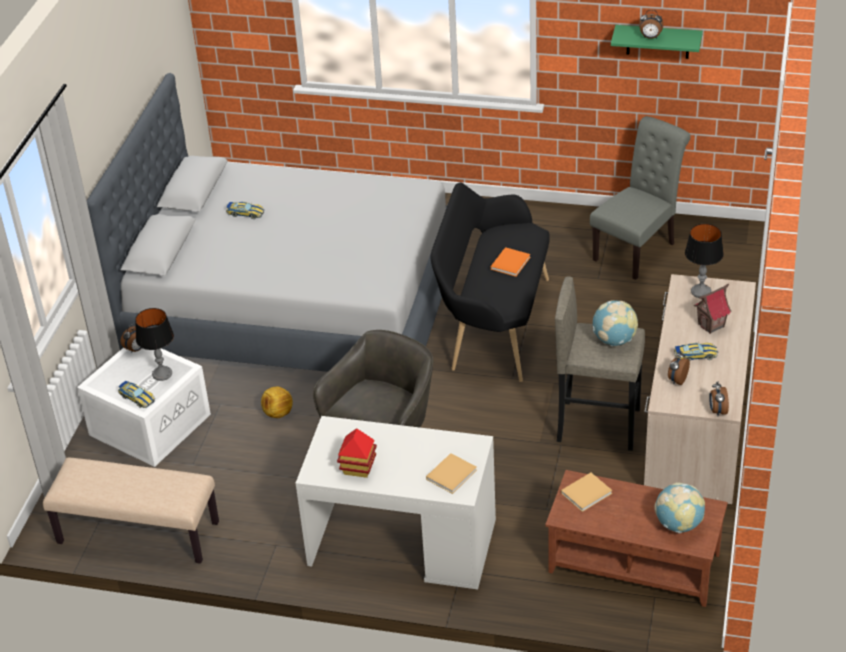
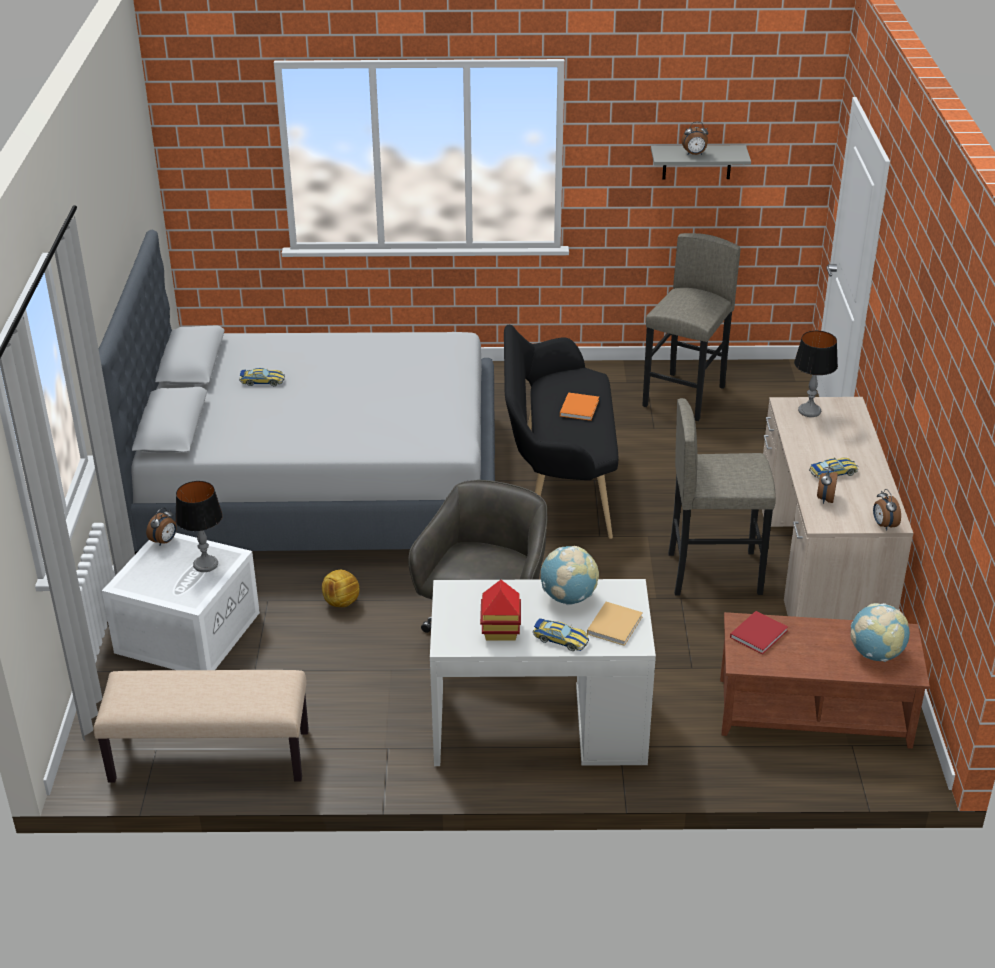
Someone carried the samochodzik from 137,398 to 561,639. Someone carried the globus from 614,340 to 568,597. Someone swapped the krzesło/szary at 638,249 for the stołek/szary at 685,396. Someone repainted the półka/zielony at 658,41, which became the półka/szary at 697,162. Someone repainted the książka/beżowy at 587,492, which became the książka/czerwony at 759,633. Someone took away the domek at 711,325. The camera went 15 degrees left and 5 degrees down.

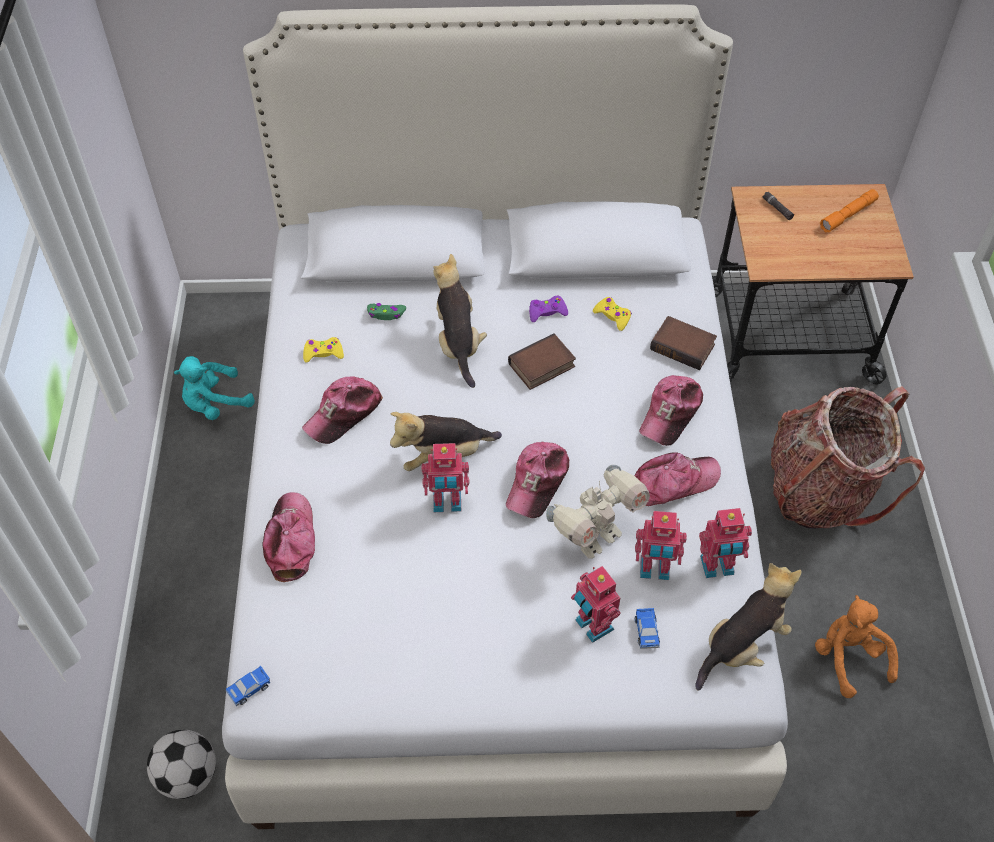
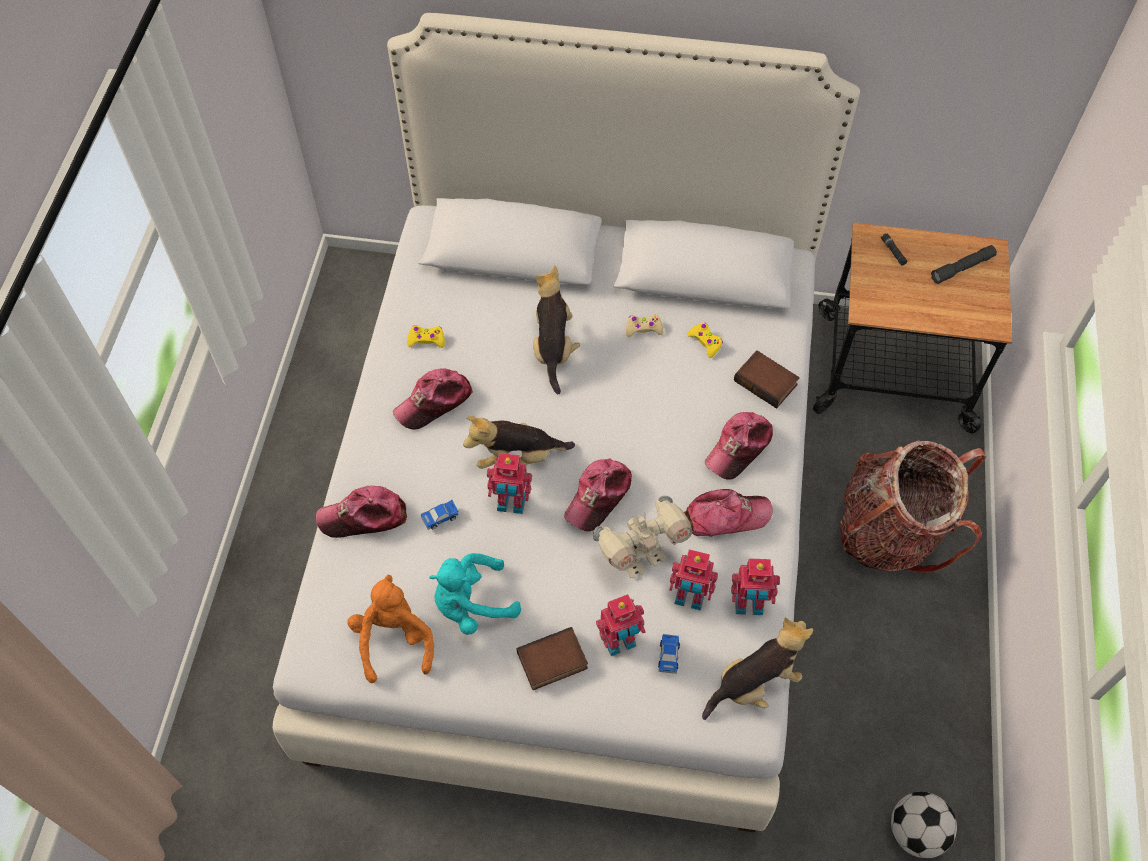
Someone rotated the czapka z daszkiem at 291,540 by 105 degrees counterclockwise. Someone carried the pluszak/pomarańczowy from 849,657 to 394,639. Someone carried the samochodzik from 249,688 to 440,517. Someone carried the pluszak/turkusowy from 215,404 to 472,604. Someone carried the książka from 542,367 to 552,663. Someone rotated the robot zabawkowy at 592,626 by 90 degrees counterclockwise. Someone repainted the pad do gier/fioletowy at 547,312, which became the pad do gier/beżowy at 643,328. Someone carried the piłka futbolowa from 188,776 to 916,832. Someone repainted the latarka/pomarańczowy at 848,215, which became the latarka/szary at 962,268. Someone took away the pad do gier/zielony at 386,314. The camera went 10 degrees right and 5 degrees up.

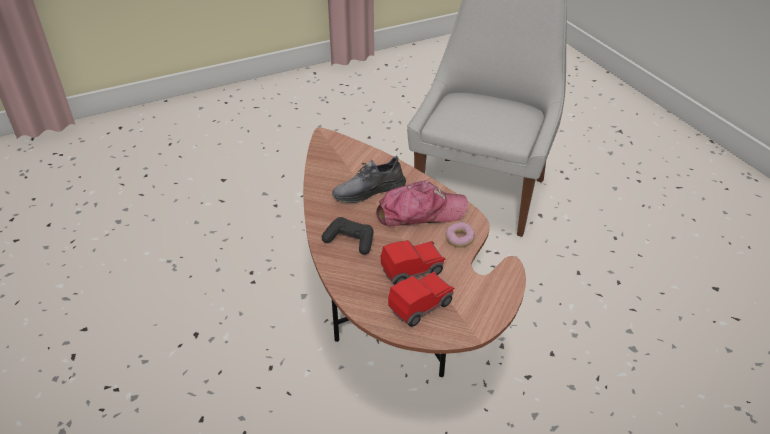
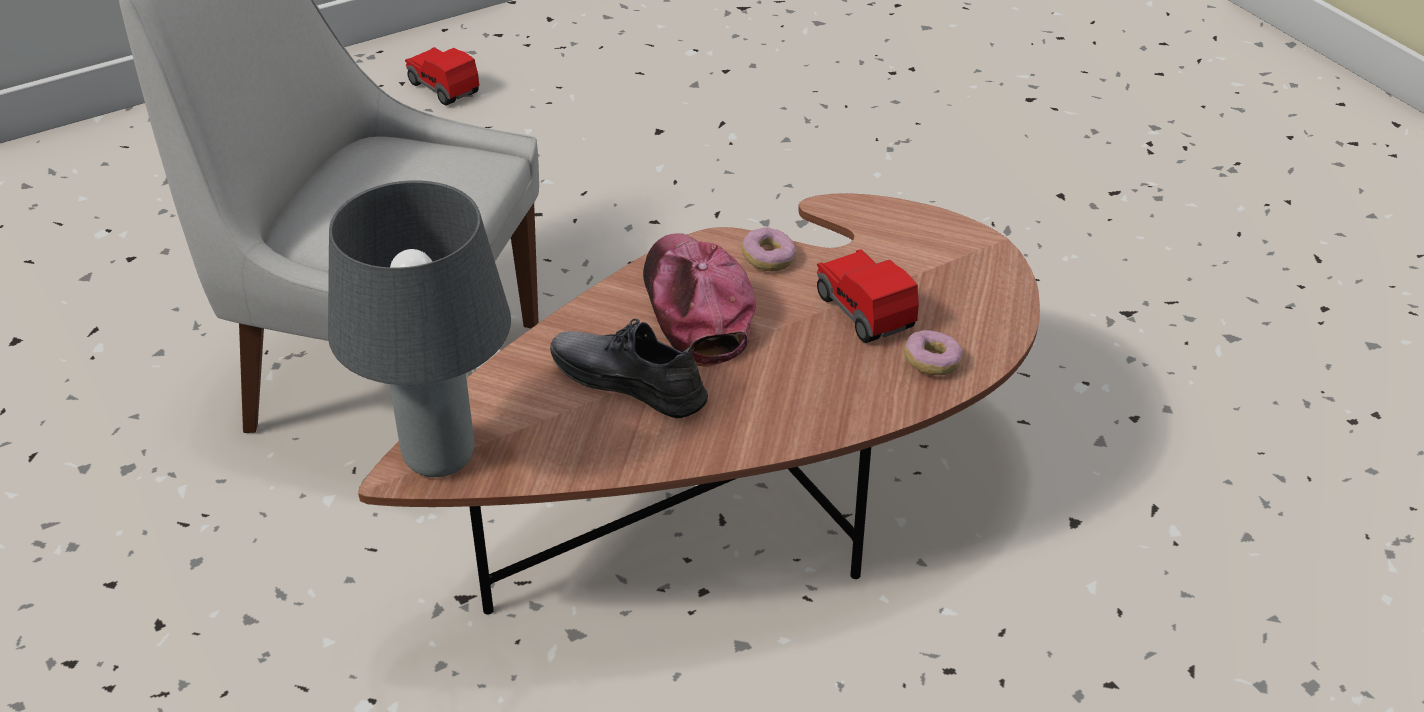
Someone put down the lampa stołowa/szary at 441,457. Someone carried the samochodzik from 420,306 to 443,88. Someone rotated the but/szary at 368,191 by 150 degrees clockwise. Someone put down the donut at 932,363. Someone took away the pad do gier/czarny at 350,241. The camera went 95 degrees left and 0 degrees up.

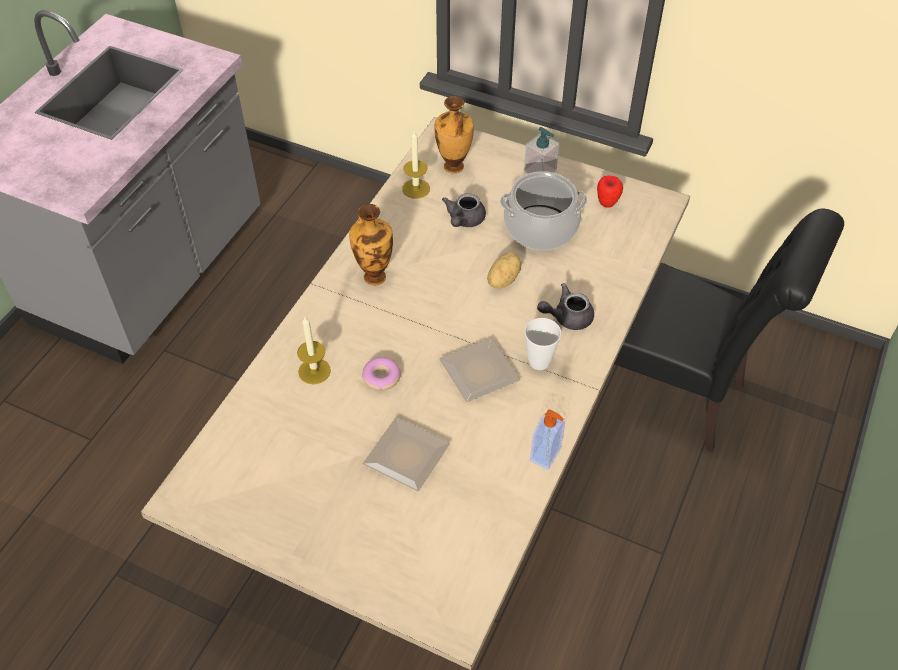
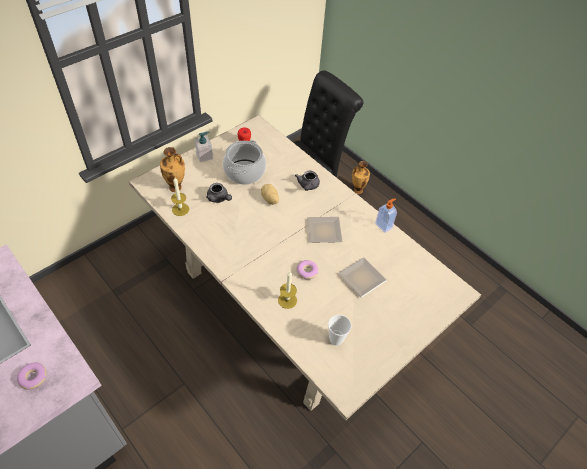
Someone put down the donut at 33,377. Someone carried the filiżanka from 539,361 to 336,339. Someone carried the wazon from 374,275 to 357,190. The camera went 70 degrees left and 0 degrees up.

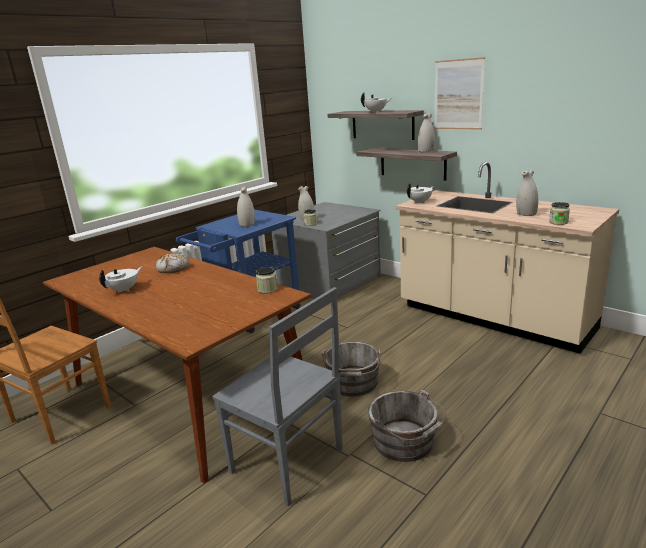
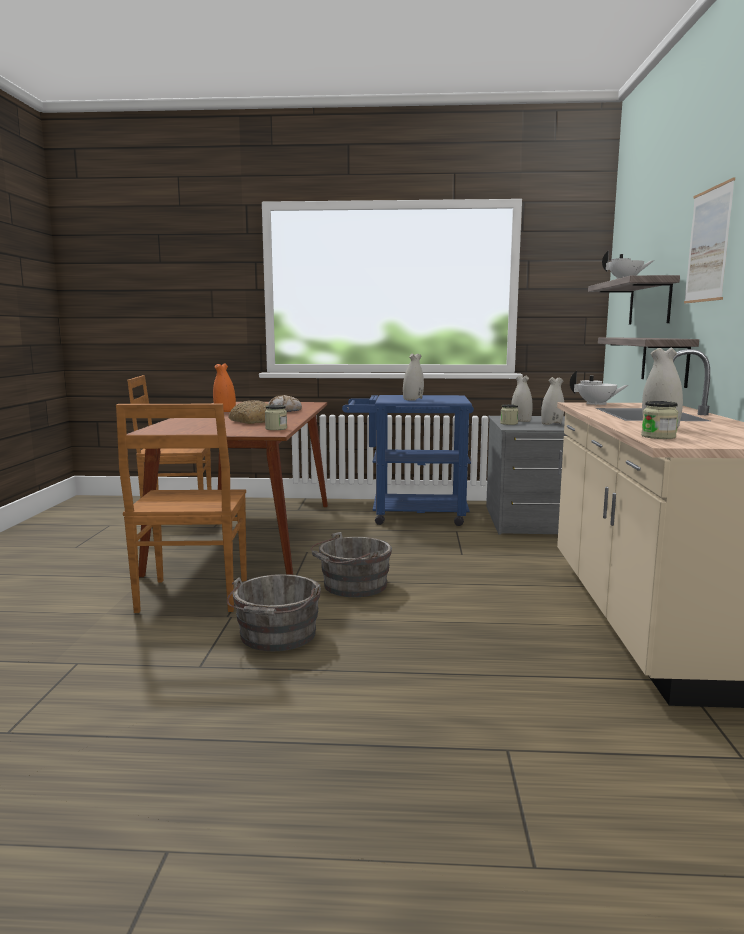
Someone repainted the krzesło/szary at 289,463, which became the krzesło/brązowy at 192,597. Someone swapped the imbryk/biały at 125,290 for the wazon/pomarańczowy at 225,411. Someone put down the chleb at 252,421. Someone carried the wazon/biały from 426,151 to 552,424. The camera went 50 degrees right and 10 degrees down.

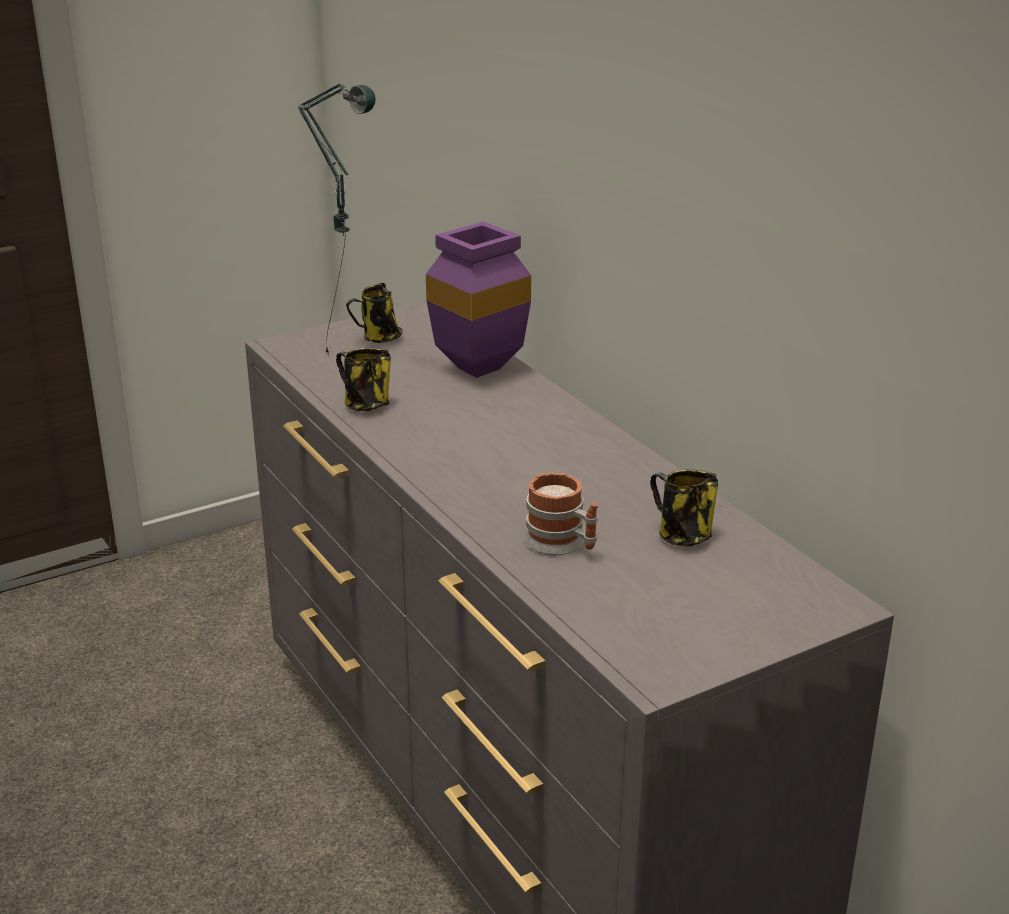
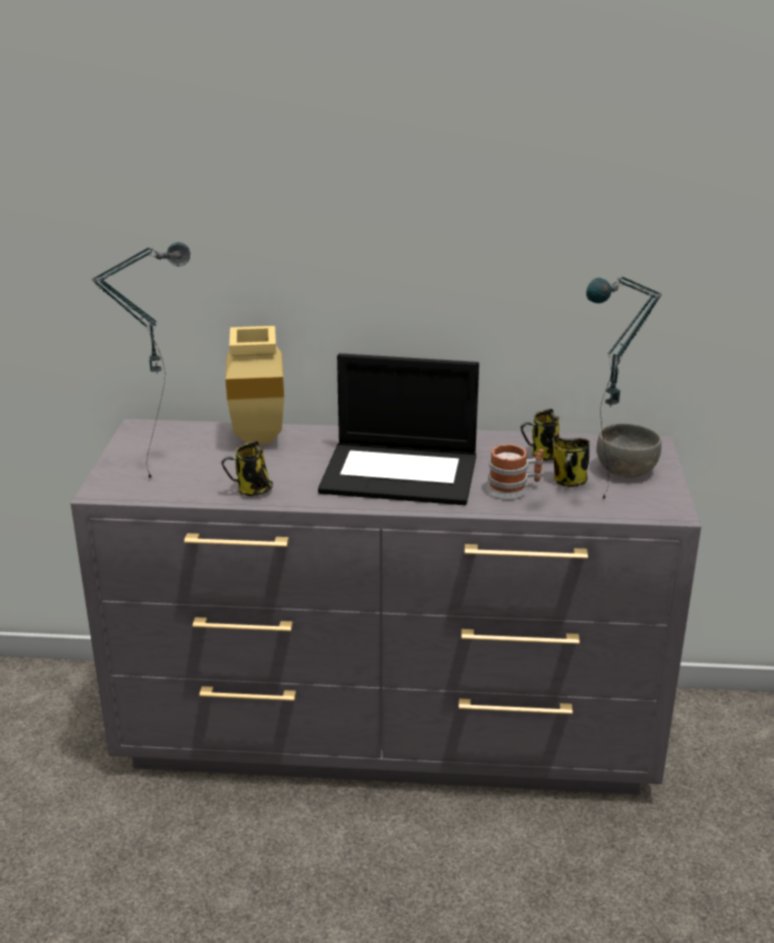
Someone repainted the wazon/fioletowy at 477,371, which became the wazon/beżowy at 261,440. Someone put down the laptop at 402,473. Someone carried the kubek from 379,338 to 569,482. Someone put down the lampa stołowa at 603,509. Someone put down the miska/szary at 625,470. The camera went 55 degrees left and 0 degrees up.

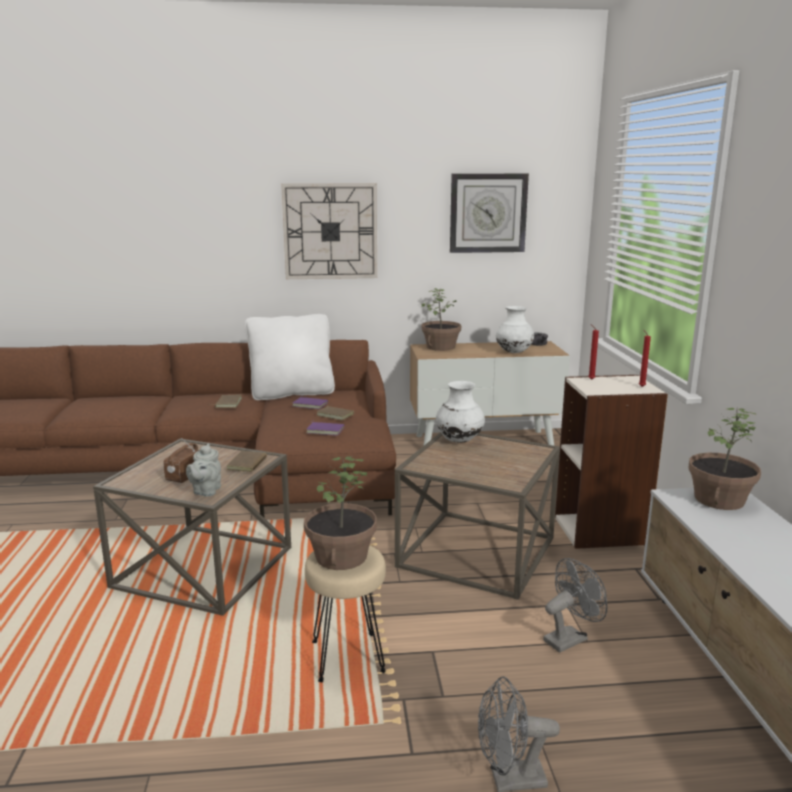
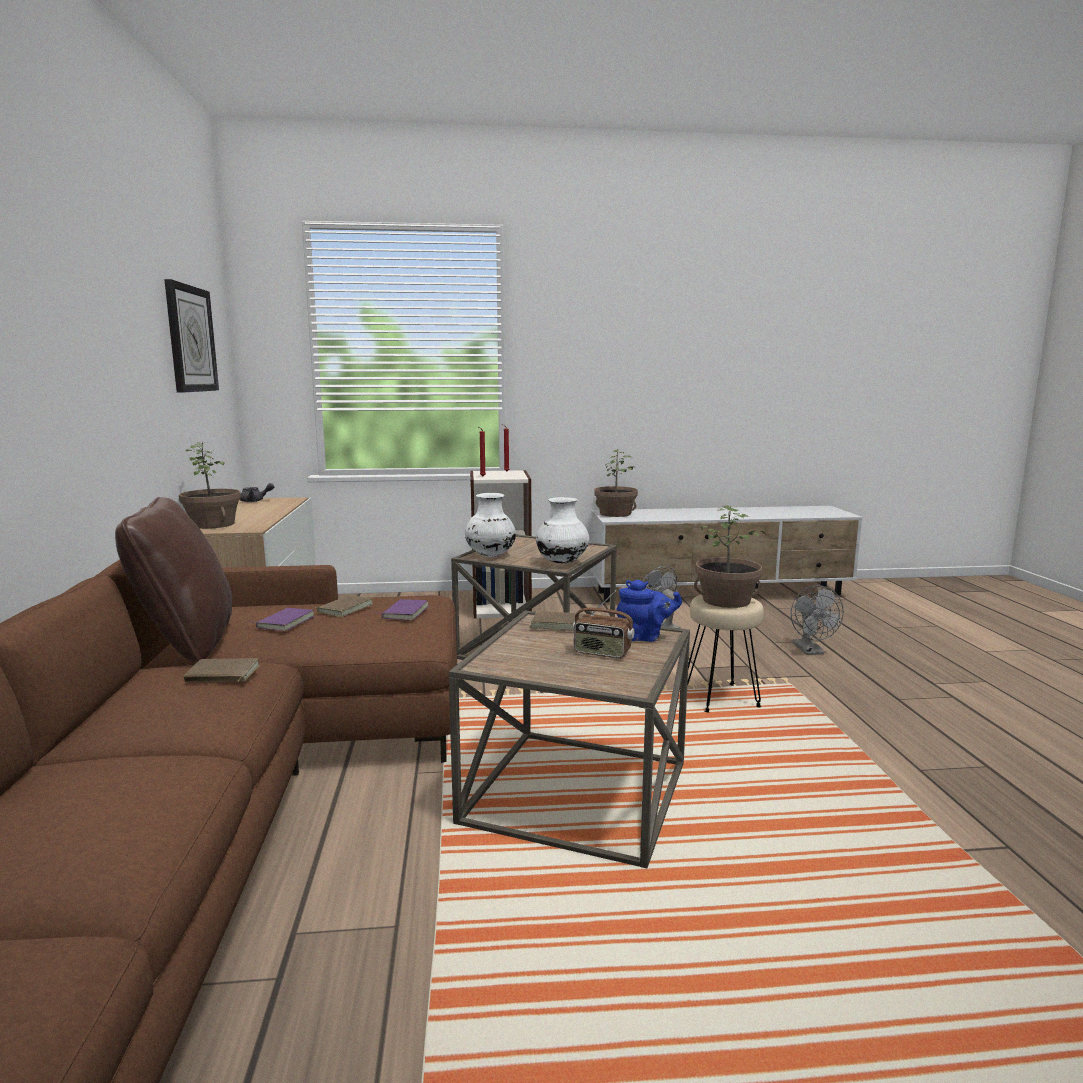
Someone repainted the poduszka/biały at 292,393, which became the poduszka/brązowy at 187,642. Someone carried the wazon/biały from 514,352 to 562,562. Someone repainted the imbryk/szary at 206,491, which became the imbryk/niebieski at 644,637. Someone took away the zegar ścienny at 330,231. The camera went 90 degrees left and 5 degrees down.

